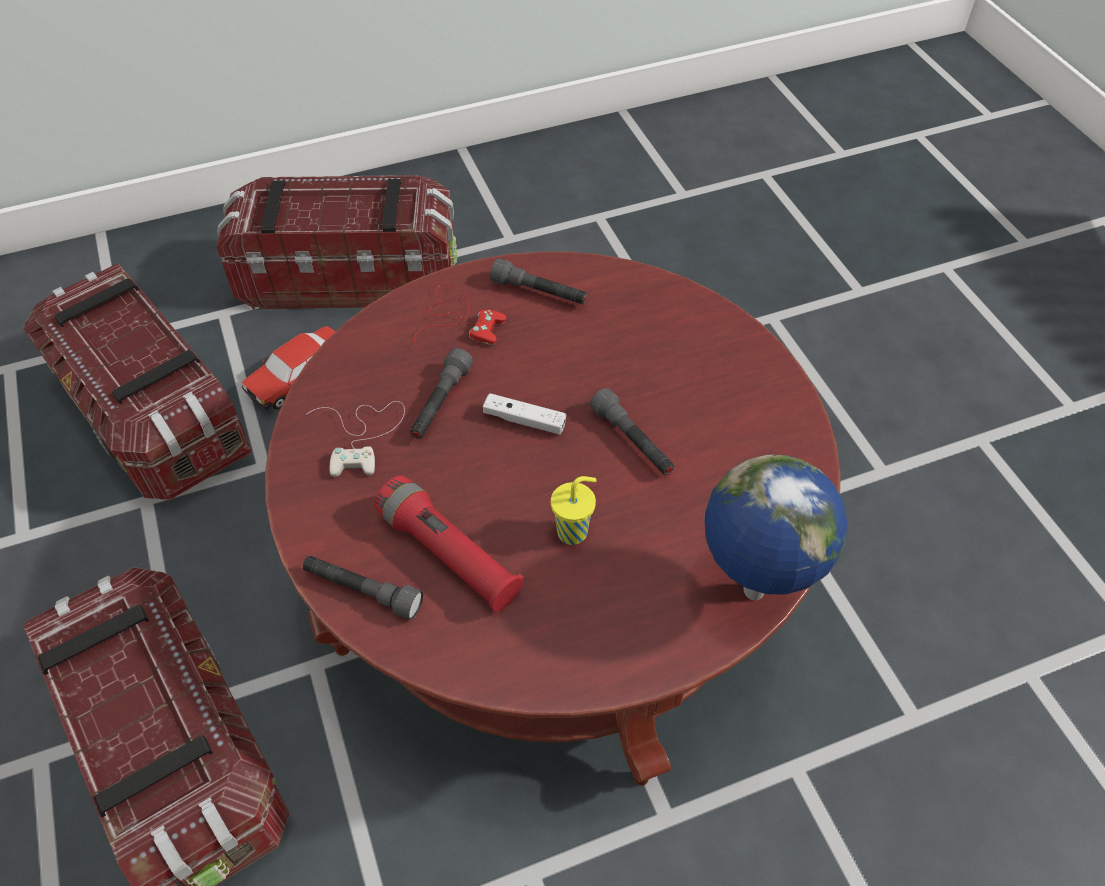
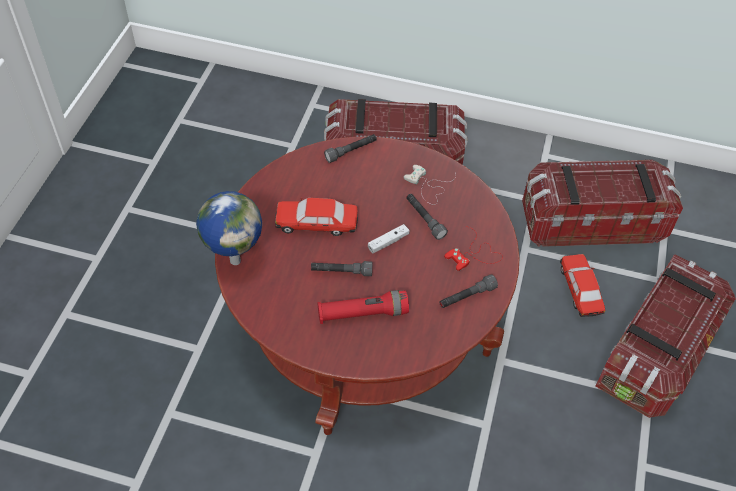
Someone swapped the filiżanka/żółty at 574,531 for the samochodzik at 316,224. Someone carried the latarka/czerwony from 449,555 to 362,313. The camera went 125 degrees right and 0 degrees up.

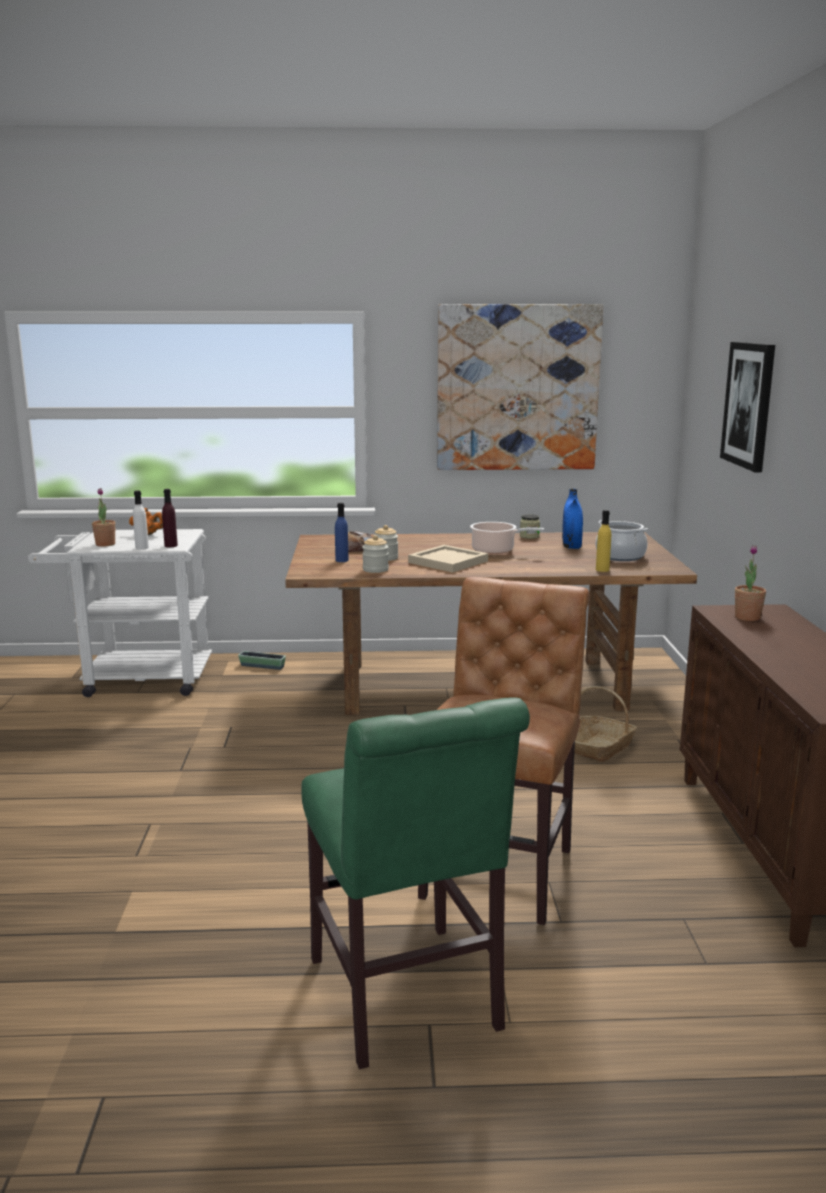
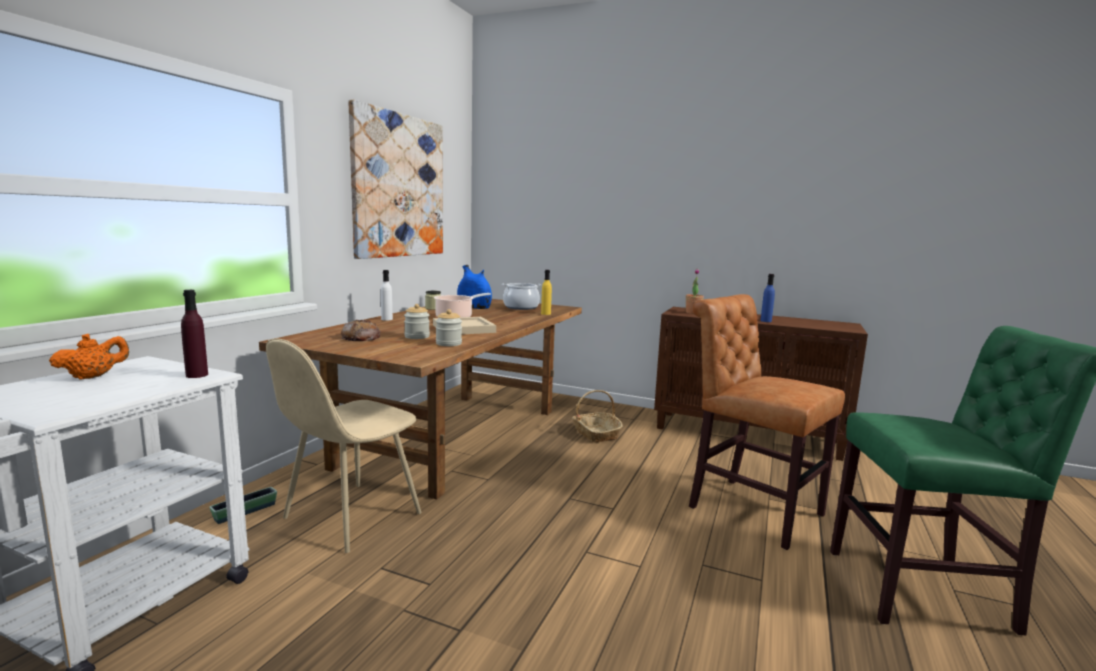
Someone put down the krzesło/beżowy at 349,517. Someone carried the butelka/biały from 142,548 to 387,319. Someone carried the butelka/niebieski from 342,560 to 766,321. Someone took away the roślina doniczkowa at 105,544. Someone took away the obraz at 749,405. The camera went 65 degrees left and 5 degrees down.

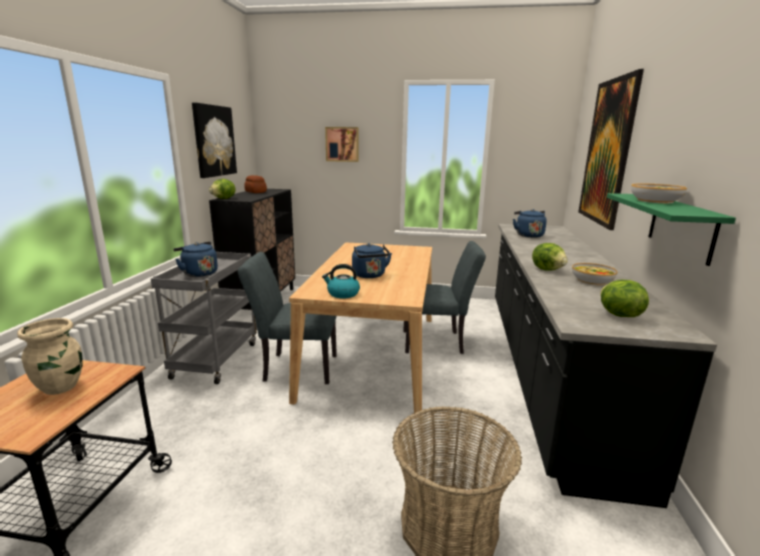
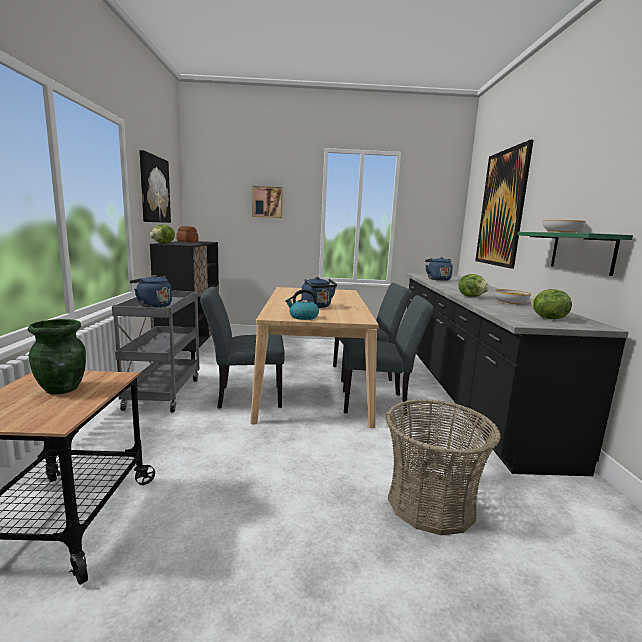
Someone repainted the wazon/beżowy at 61,387, which became the wazon/zielony at 63,388. Someone put down the krzesło/szary at 379,403. The camera went 10 degrees left and 5 degrees down.

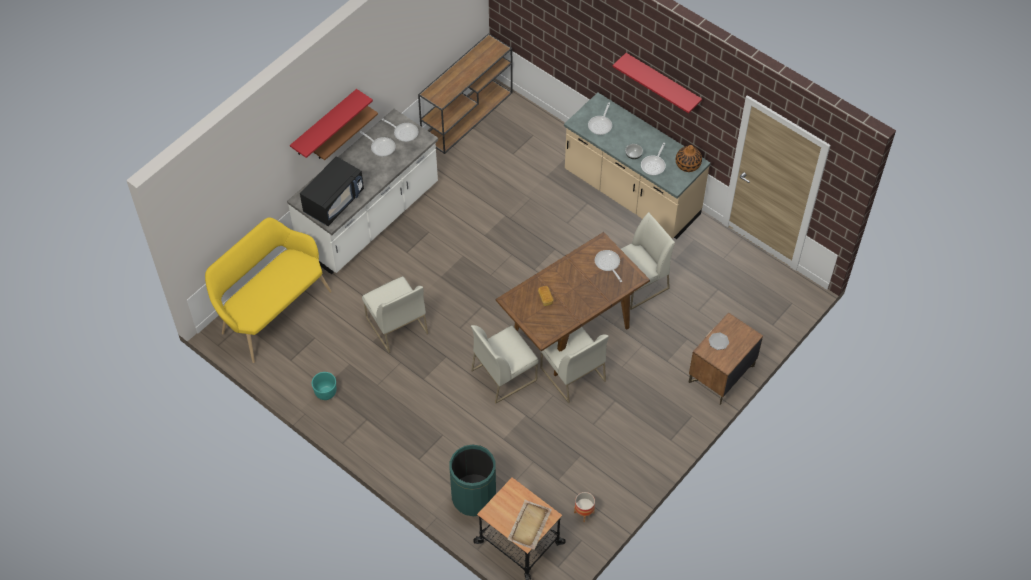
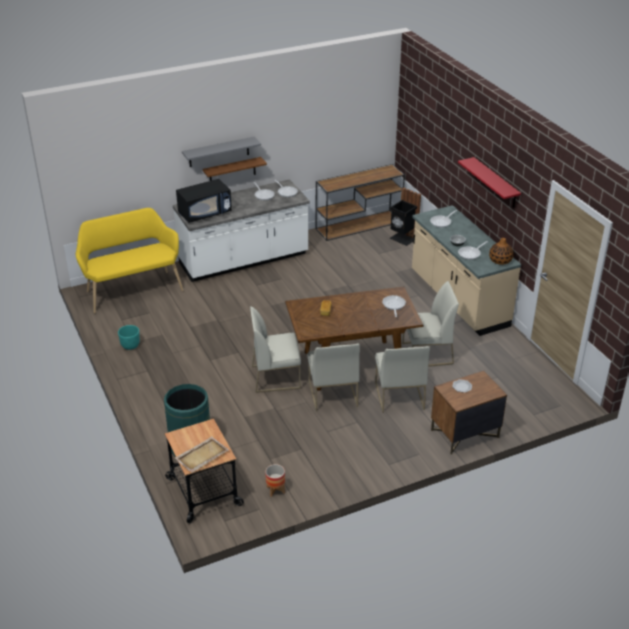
Someone repainted the półka/czerwony at 324,123, which became the półka/szary at 219,152. Someone carried the krzesło/biały from 396,325 to 398,395. Someone put down the kosz na śmieci/czarny at 403,239. The camera went 25 degrees right and 20 degrees down.

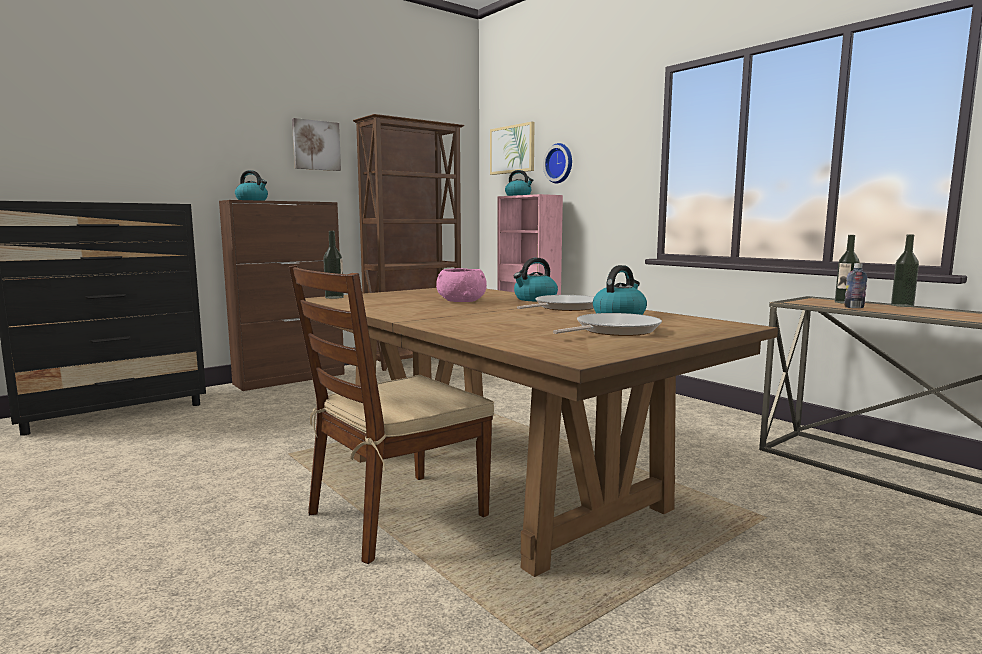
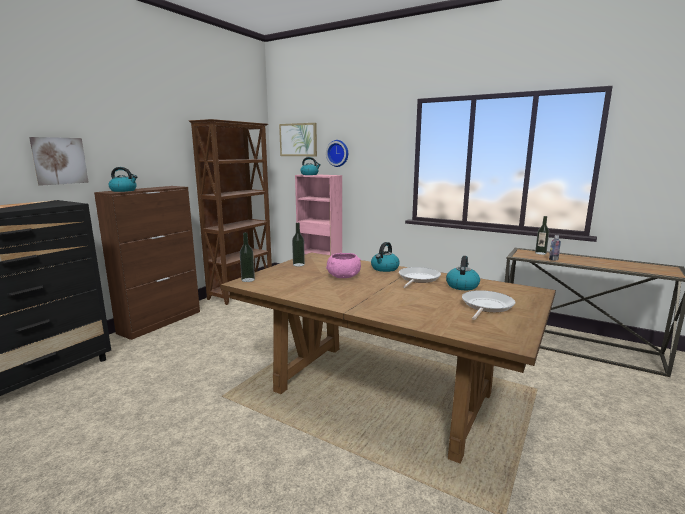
Someone carried the obraz from 316,145 to 59,161. Someone carried the butelka from 902,305 to 298,264. Someone took away the krzesło/brązowy at 396,515. The camera went 20 degrees left and 5 degrees up.

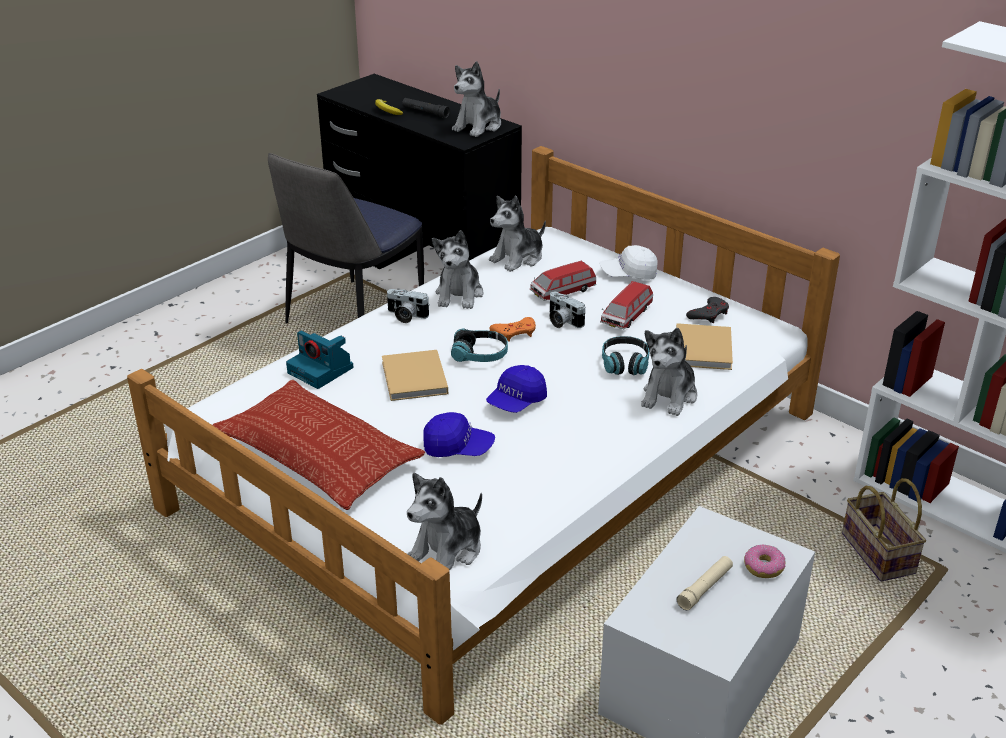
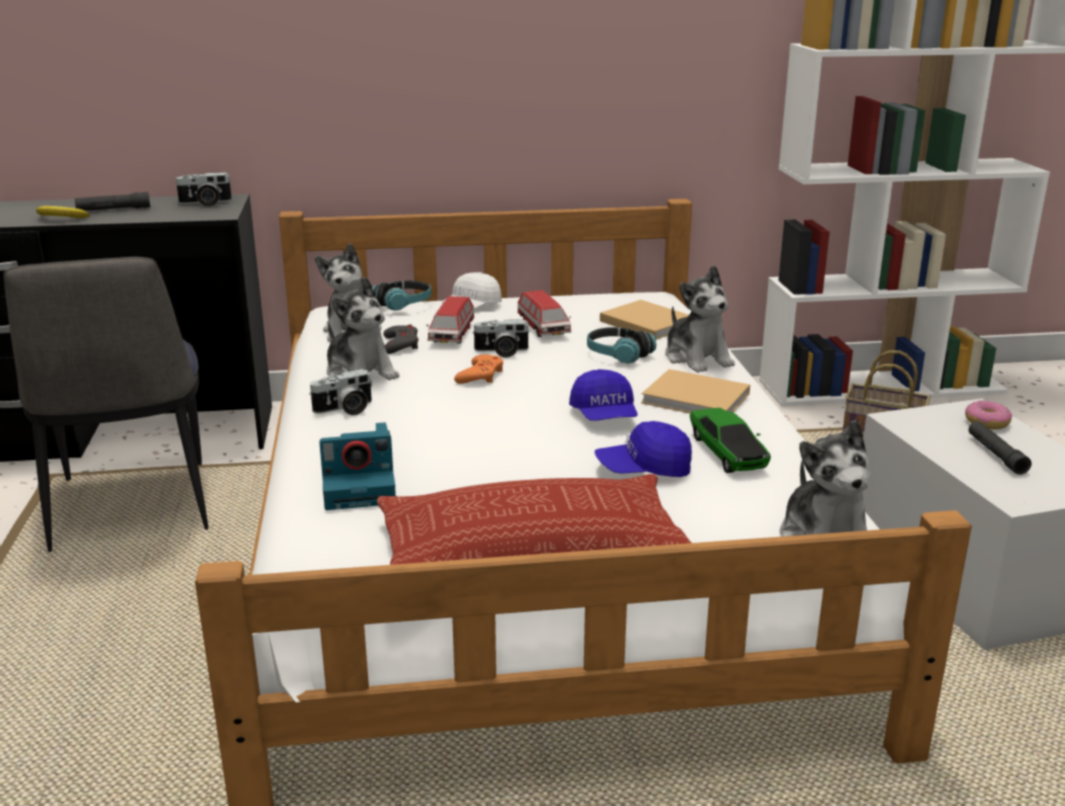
Someone swapped the pluszak at 478,126 for the aparat fotograficzny at 205,203. Someone carried the słuchawki from 480,355 to 403,304. Someone carried the pad do gier/szary from 709,314 to 400,344. Someone rotated the czapka z daszkiem/niebieski at 458,448 by 150 degrees counterclockwise. Someone carried the książka/beżowy from 415,379 to 698,399. Someone put down the samochodzik at 727,452. Someone repainted the latarka/beżowy at 705,588, which became the latarka/czarny at 996,454. The camera went 50 degrees left and 10 degrees down.

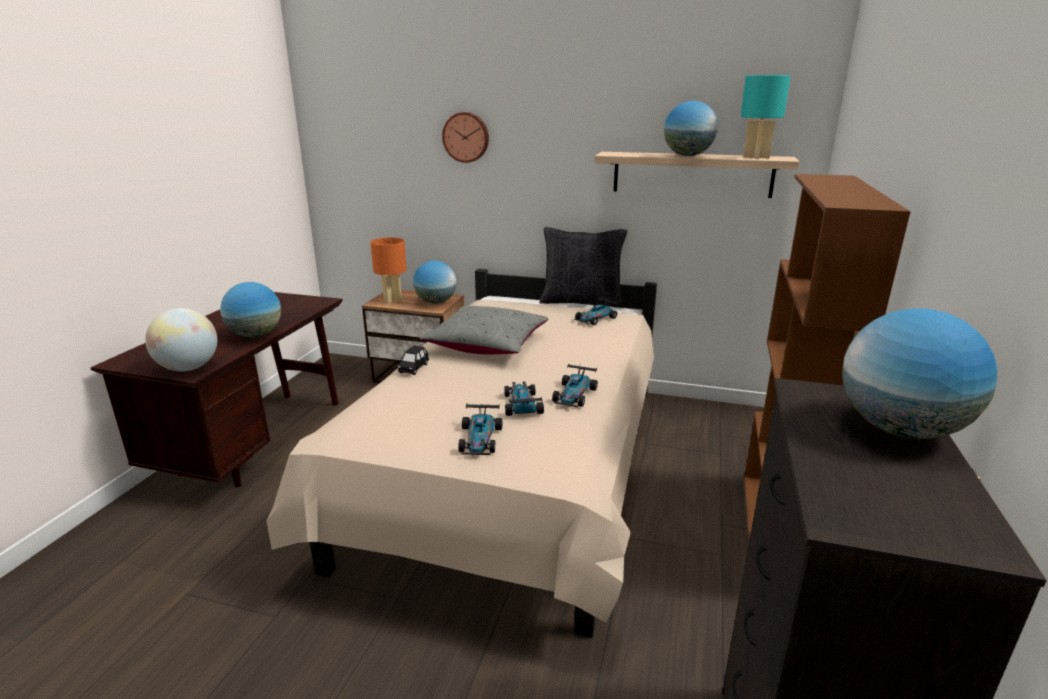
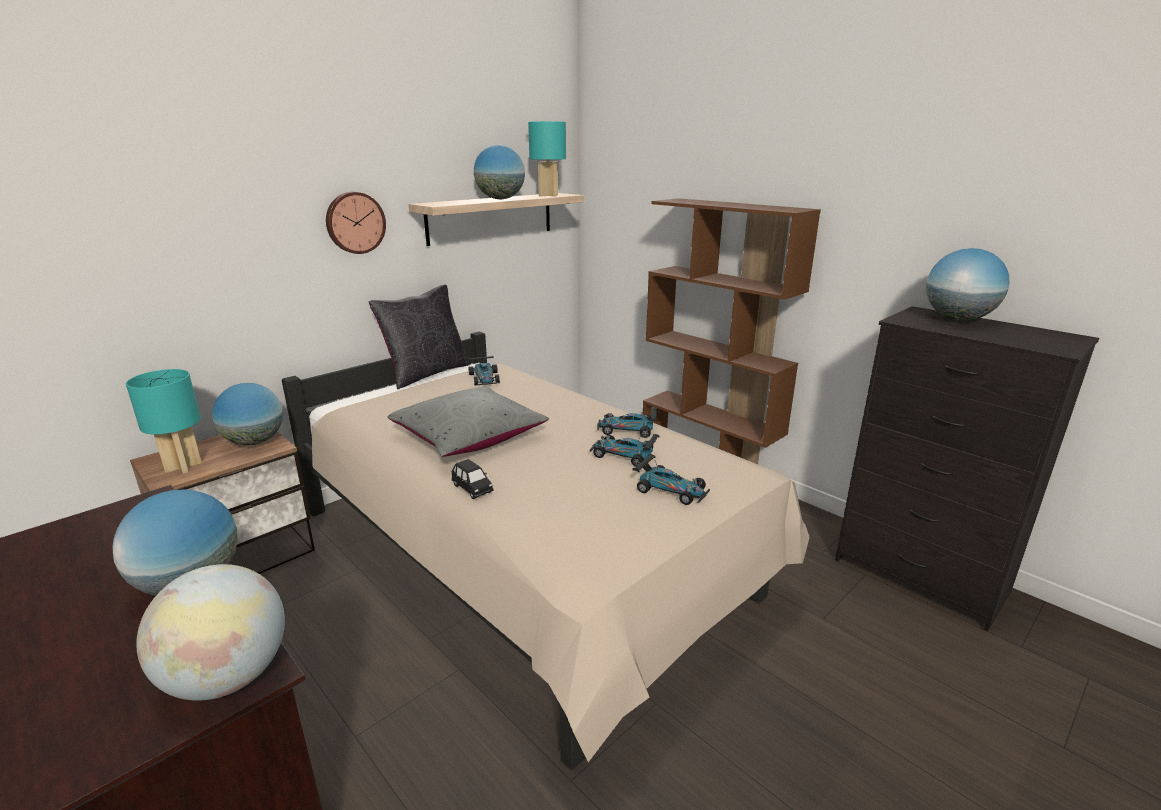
Someone repainted the lampa stołowa/pomarańczowy at 393,300, which became the lampa stołowa/turkusowy at 184,466. Someone carried the zegar ścienny from 466,137 to 355,222. Someone rotated the samochodzik at 574,394 by 135 degrees clockwise. The camera went 60 degrees left and 0 degrees up.

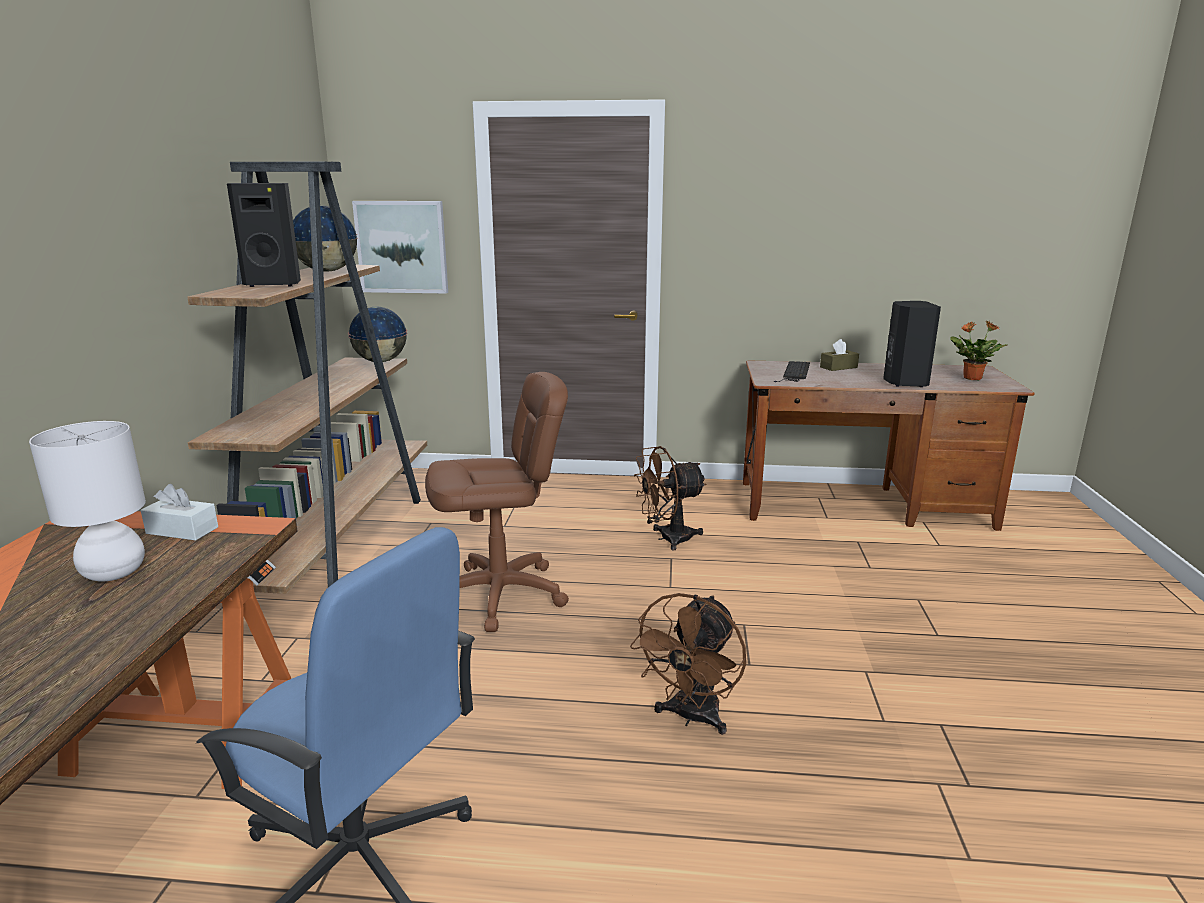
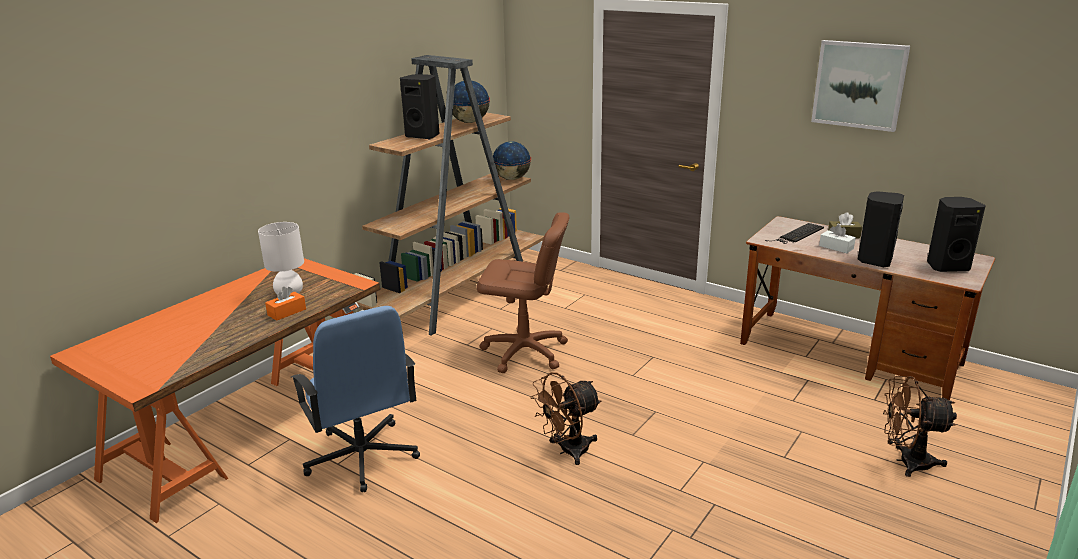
Someone put down the pudełko chusteczek/pomarańczowy at 287,312. Someone carried the obraz from 402,247 to 859,85. Someone carried the pudełko chusteczek/biały from 182,530 to 836,247. Someone carried the wentylator/brązowy from 667,539 to 906,461. Someone swapped the roślina doniczkowa at 971,378 for the głośnik/czarny at 946,266. The camera went 30 degrees right and 5 degrees up.

